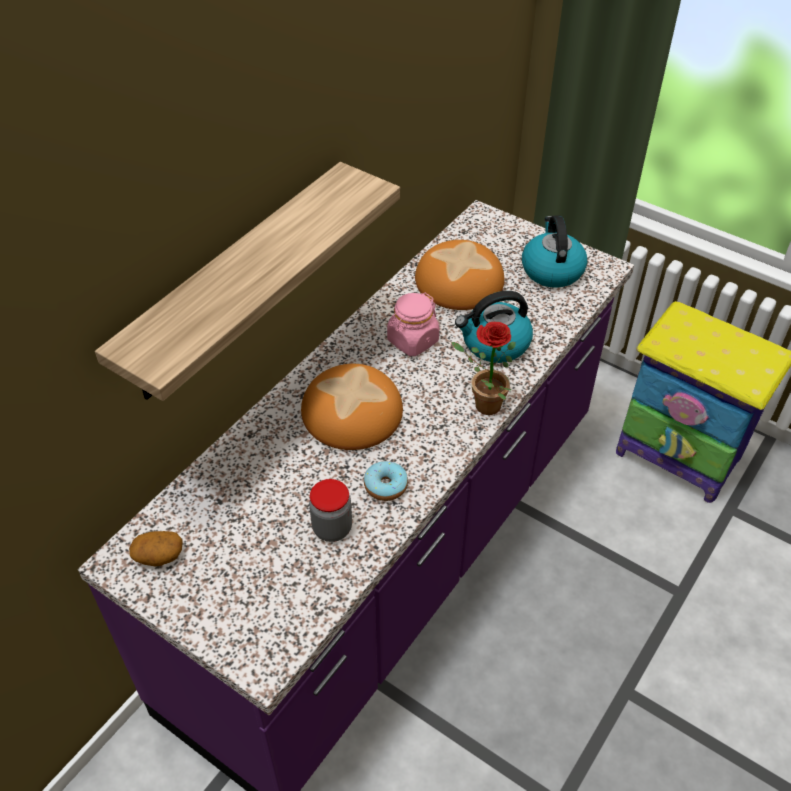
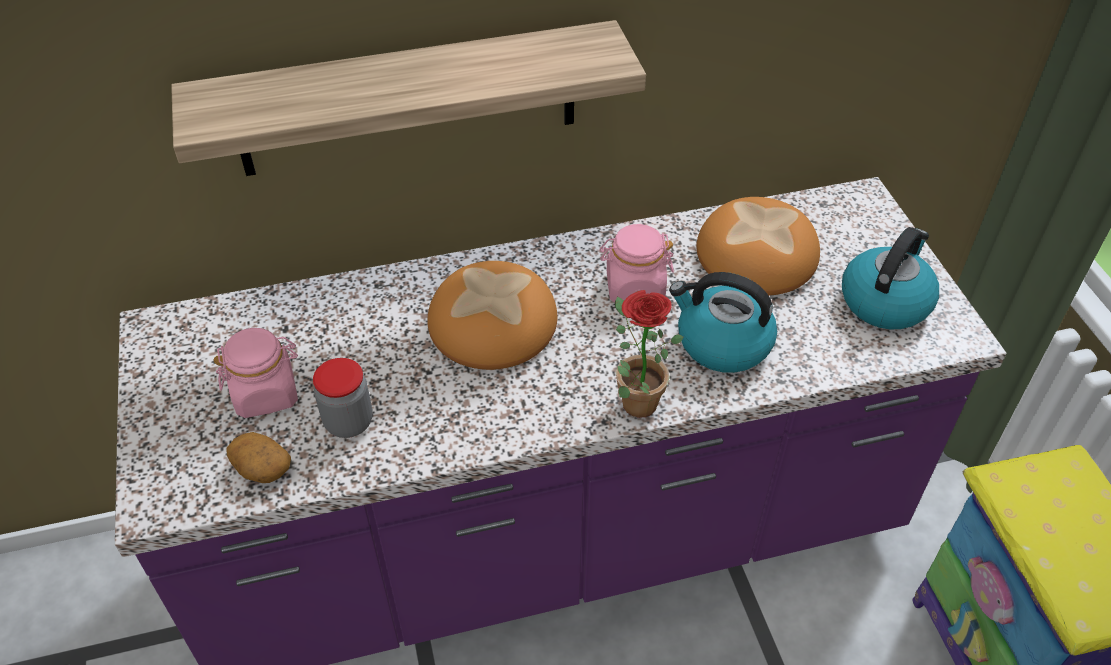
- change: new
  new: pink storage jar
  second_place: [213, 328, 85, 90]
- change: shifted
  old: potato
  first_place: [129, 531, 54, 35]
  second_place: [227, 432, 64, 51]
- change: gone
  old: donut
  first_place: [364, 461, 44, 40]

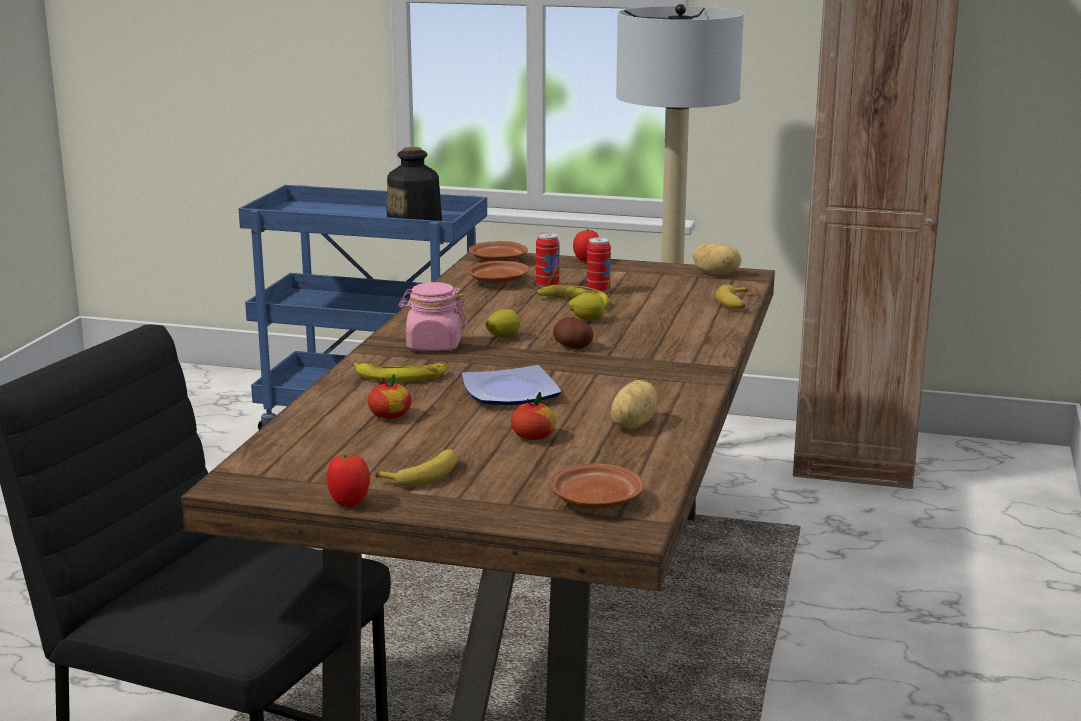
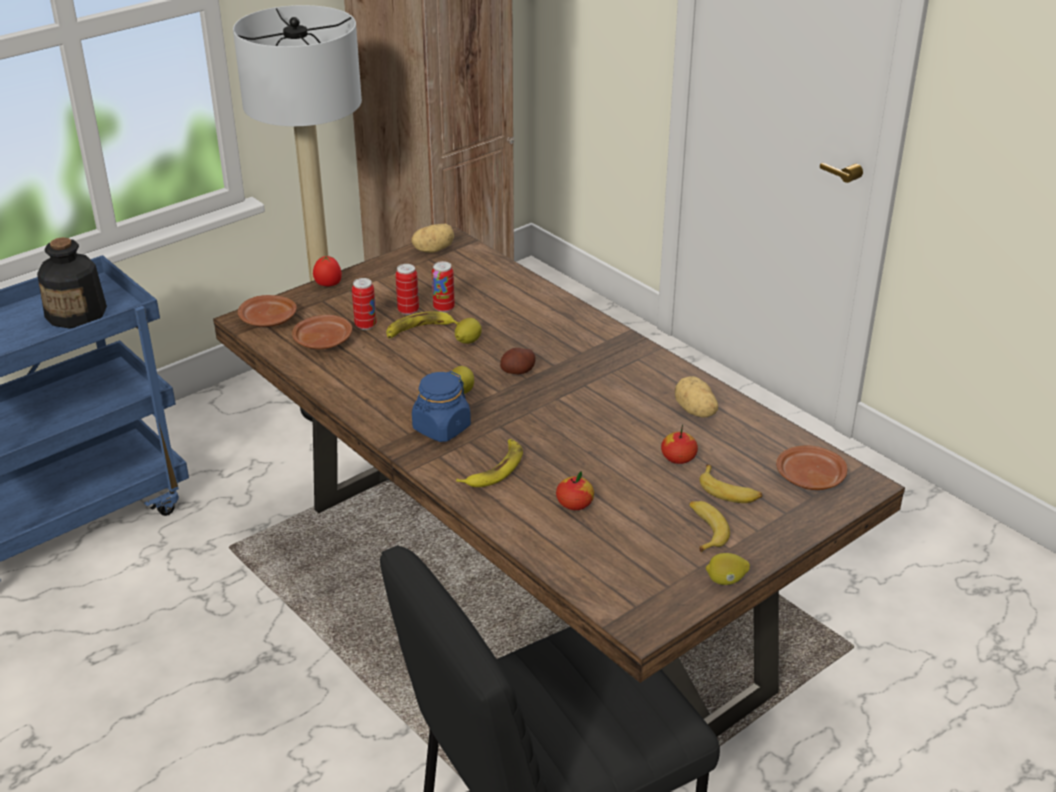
- change: repainted
  old: pink storage jar
  new: blue storage jar
  first_place: [399, 282, 68, 69]
  second_place: [412, 371, 59, 71]
- change: new
  new: sealed can
  second_place: [432, 261, 23, 52]
- change: shifted
  old: banana
  first_place: [716, 285, 32, 25]
  second_place: [700, 465, 62, 38]
- change: swapped
  old: tomato
  new: whole lemon
  first_place: [327, 455, 43, 52]
  second_place: [706, 553, 44, 32]
- change: gone
  old: flat dish
  first_place: [462, 365, 99, 40]

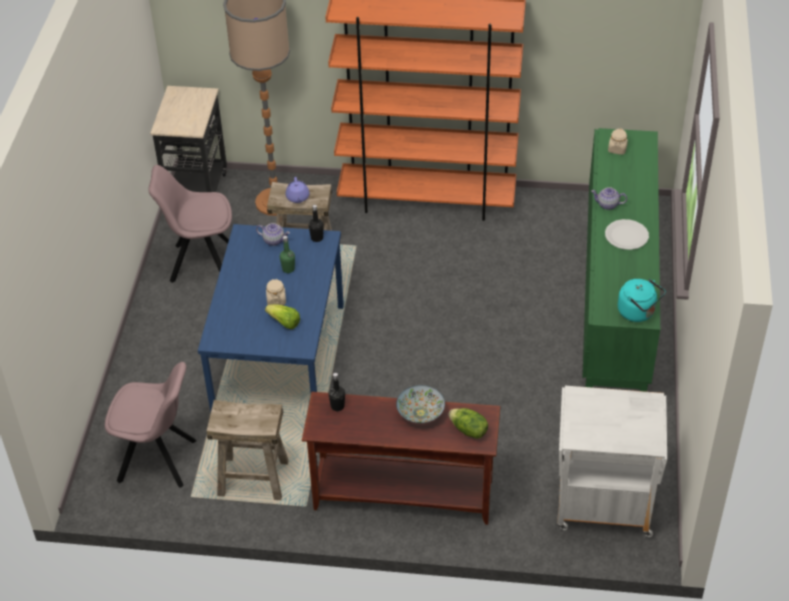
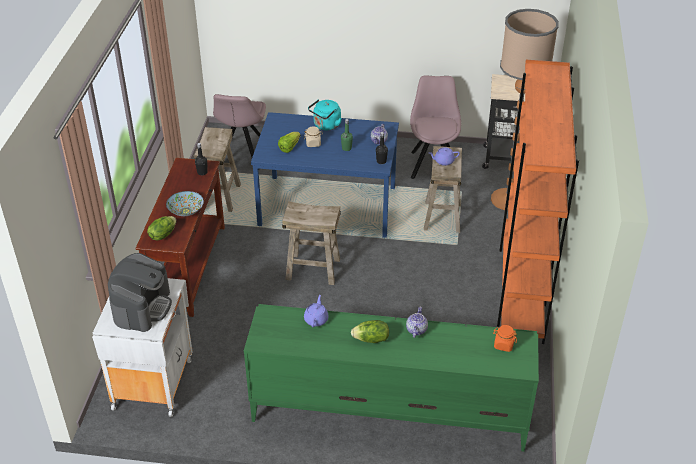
- change: new
  new: coffee brewer
  second_place: [108, 253, 64, 79]
- change: new
  new: beige stool
  second_place: [282, 201, 59, 84]
- change: new
  new: purple tea pot
  second_place: [304, 295, 25, 32]
- change: shifted
  old: turquoise water kettle
  first_place: [618, 279, 48, 43]
  second_place: [308, 99, 34, 32]
- change: swapped
  old: white-coloured flat dish
  new: lettuce
  first_place: [605, 219, 44, 31]
  second_place: [351, 320, 38, 23]
- change: repainted
  old: beige storage jar
  new: orangey storage jar
  first_place: [608, 128, 20, 27]
  second_place: [493, 325, 24, 27]

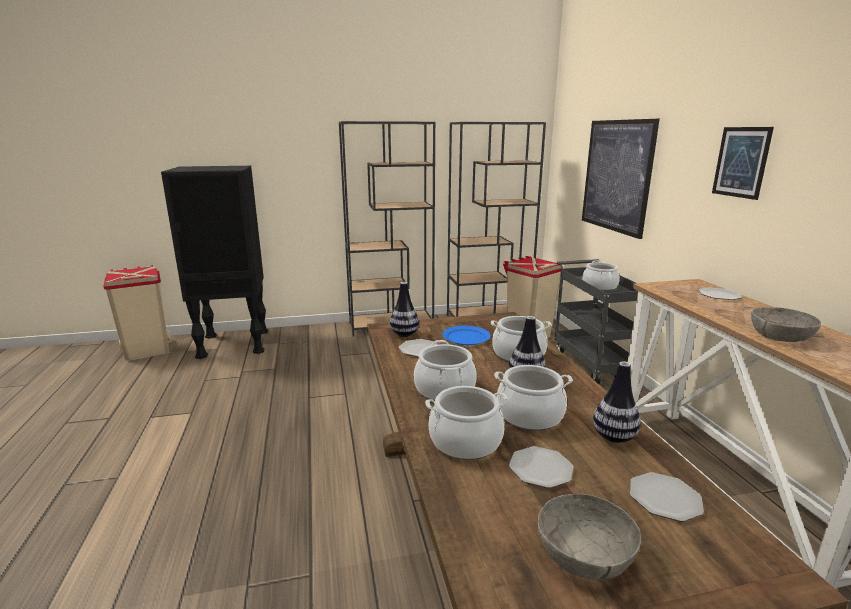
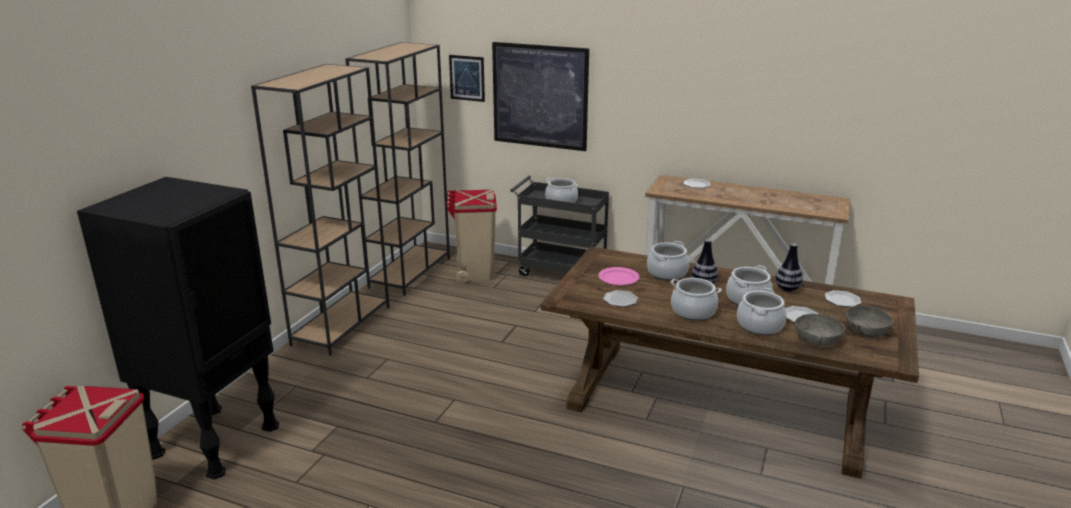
- change: shifted
  old: wall picture
  first_place: [712, 127, 62, 73]
  second_place: [449, 55, 36, 47]
- change: repainted
  old: blue flat dish
  new: pink flat dish
  first_place: [443, 326, 48, 19]
  second_place: [598, 267, 41, 18]
- change: shifted
  old: gray bowl
  first_place: [751, 307, 70, 35]
  second_place: [795, 314, 50, 32]
- change: gone
  old: flower vase
  first_place: [390, 282, 29, 55]

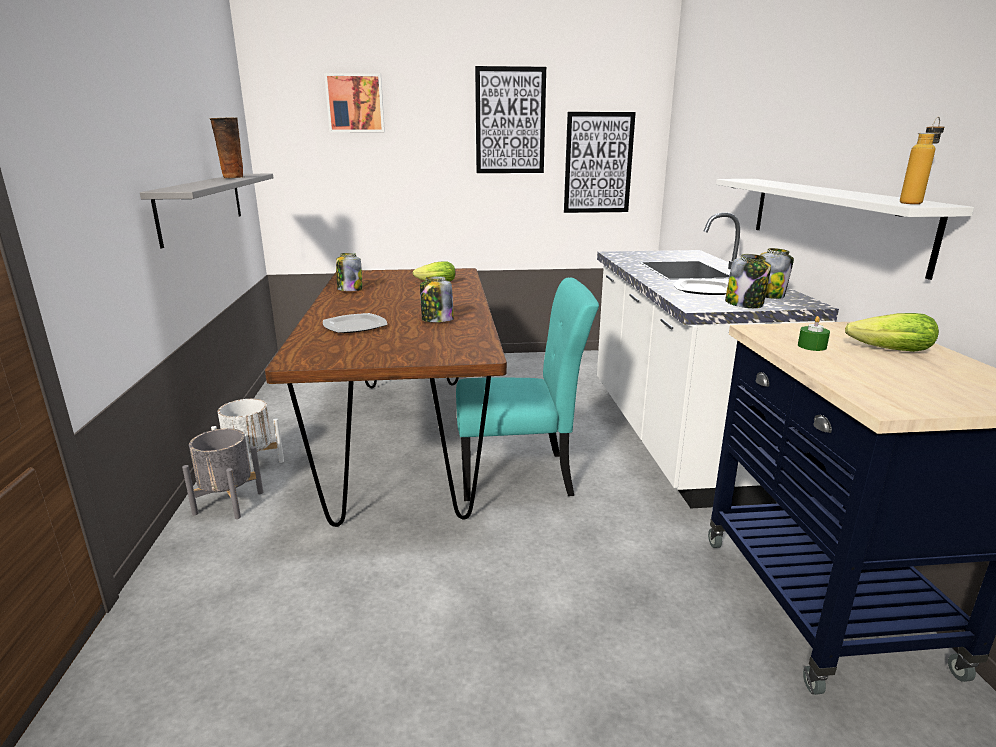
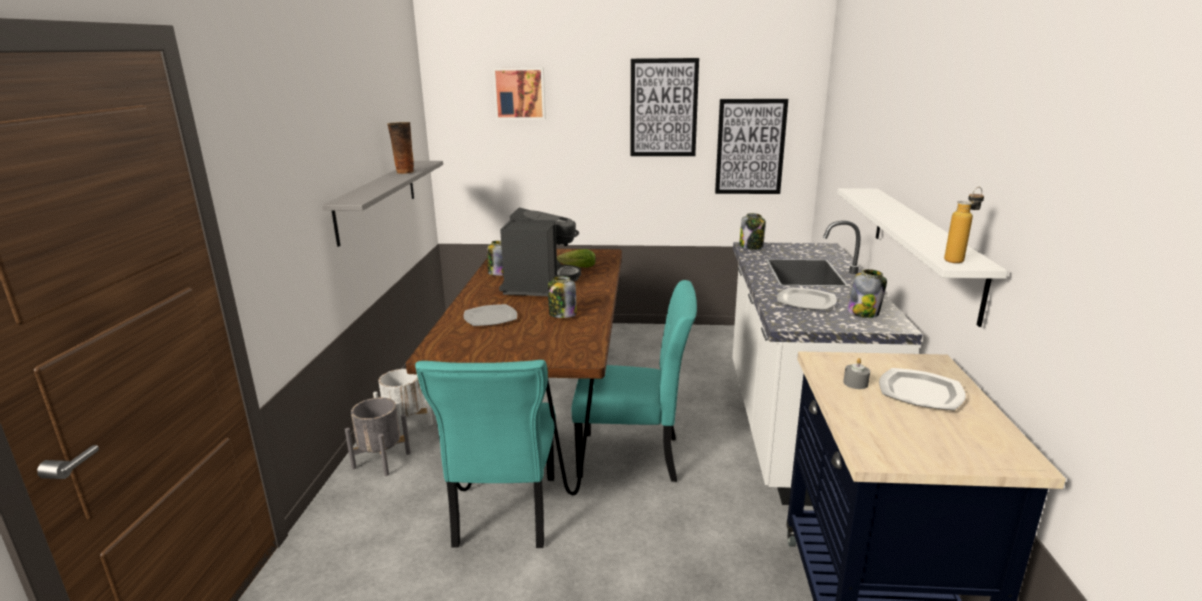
- change: new
  new: turquoise upright chair
  second_place: [415, 360, 141, 188]
- change: new
  new: coffee brewer
  second_place: [499, 208, 82, 88]
- change: shifted
  old: storage jar
  first_place: [725, 254, 46, 54]
  second_place: [739, 213, 27, 37]
- change: repainted
  old: greenish candle
  new: gray candle
  first_place: [798, 316, 32, 35]
  second_place: [843, 358, 27, 31]
- change: swapped
  old: lettuce
  new: flat dish
  first_place: [845, 313, 94, 39]
  second_place: [879, 368, 87, 42]

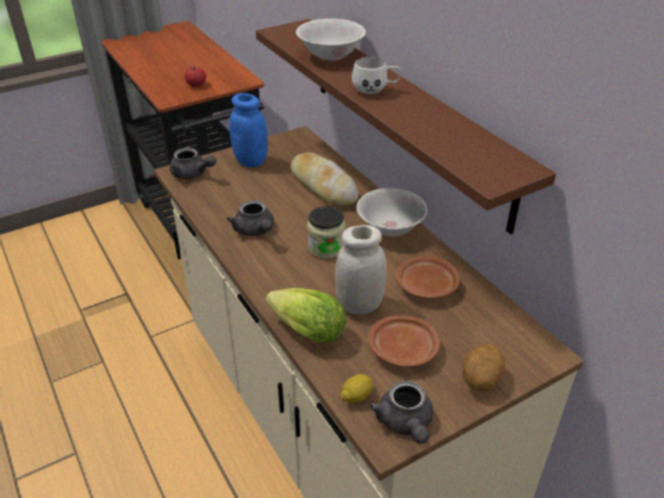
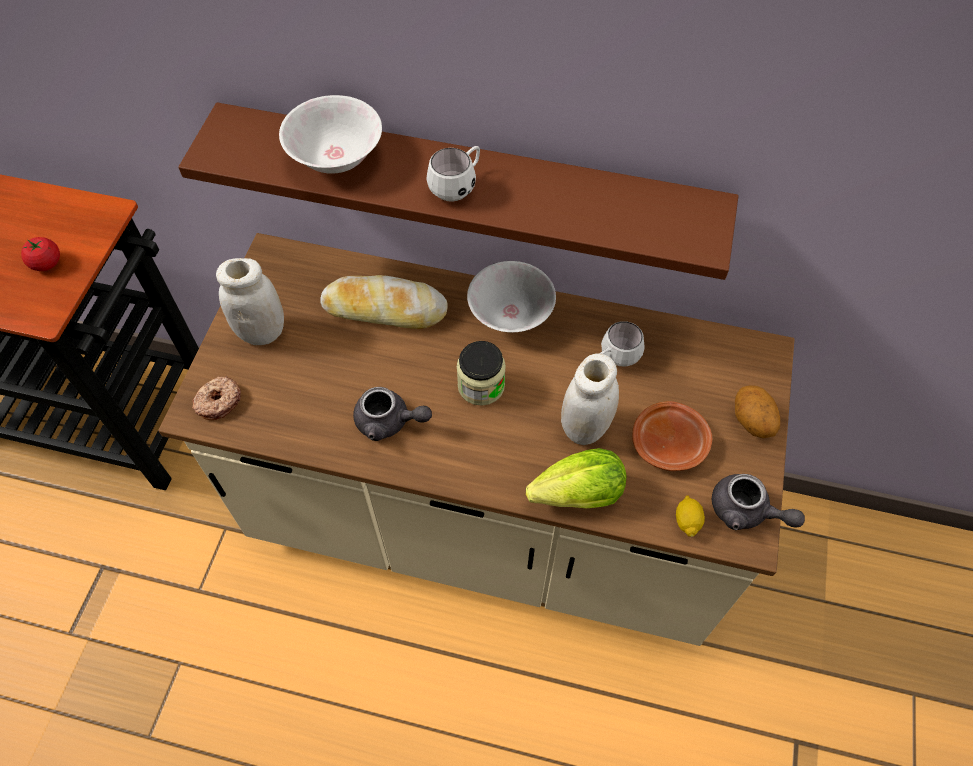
- change: swapped
  old: gray tea pot
  new: donut
  first_place: [170, 148, 47, 31]
  second_place: [192, 376, 49, 44]
- change: repainted
  old: blue storage jar
  new: white-coloured storage jar
  first_place: [229, 93, 39, 74]
  second_place: [216, 258, 68, 87]
- change: swapped
  old: brownish flat dish
  new: white-coloured coffee mug
  first_place: [396, 255, 64, 44]
  second_place: [600, 321, 44, 45]

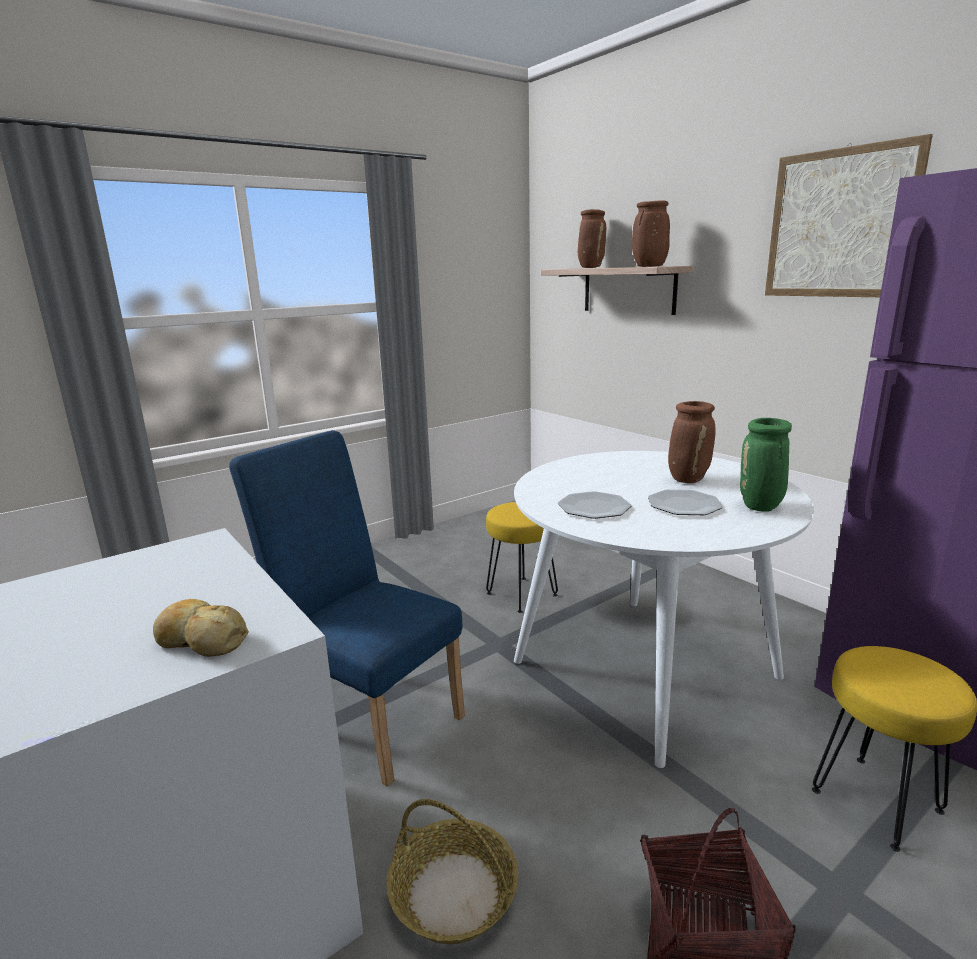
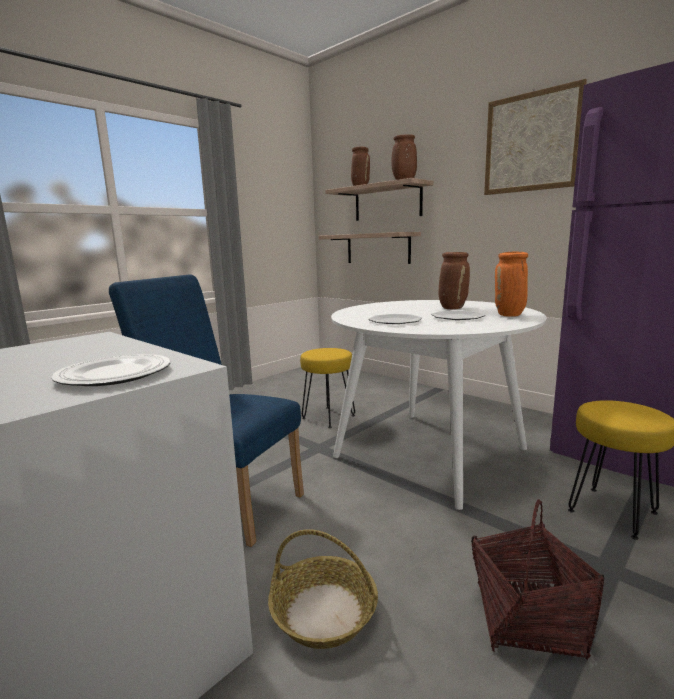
- change: swapped
  old: baked bread
  new: flat dish
  first_place: [153, 599, 96, 58]
  second_place: [51, 354, 120, 32]
- change: new
  new: wall shelf
  second_place: [318, 232, 103, 32]
- change: repainted
  old: greenish flower vase
  new: orangey flower vase
  first_place: [740, 418, 52, 94]
  second_place: [495, 252, 33, 65]

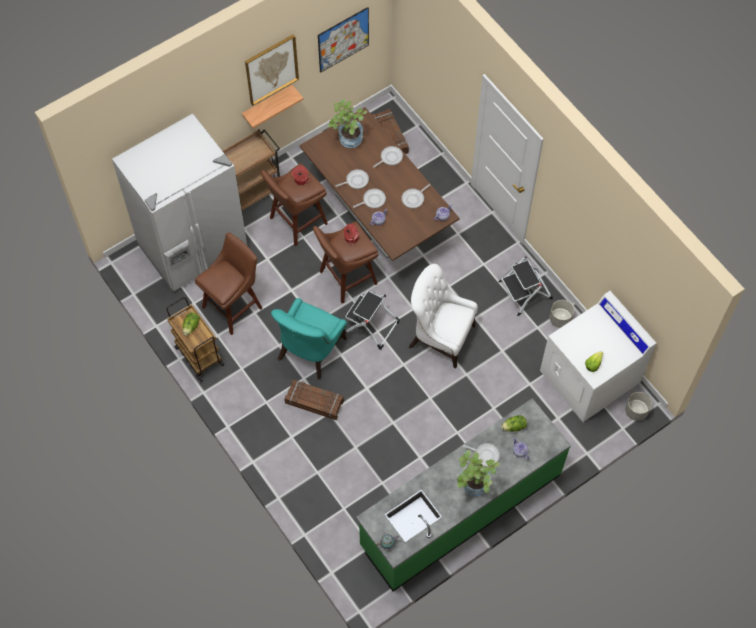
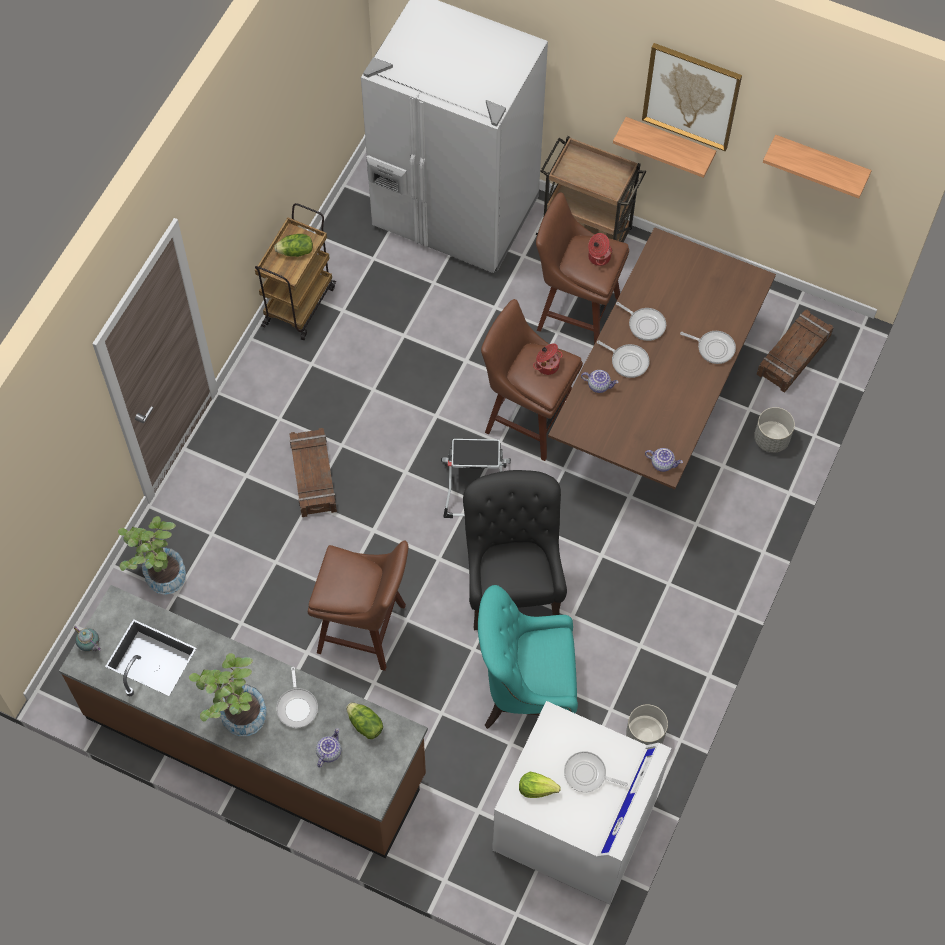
- change: repainted
  old: greenish counter
  new: brownish counter
  first_place: [356, 398, 215, 193]
  second_place: [59, 585, 369, 273]
- change: shifted
  old: potted plant
  first_place: [328, 99, 39, 49]
  second_place: [118, 516, 68, 79]
- change: shifted
  old: brownish stool
  first_place: [195, 232, 67, 103]
  second_place: [308, 541, 100, 130]
- change: repainted
  old: white-coloured upright chair
  new: blackish upright chair
  first_place: [409, 264, 69, 105]
  second_place: [463, 470, 104, 160]
- change: shifted
  old: turquoise upright chair
  first_place: [271, 298, 76, 82]
  second_place: [478, 585, 100, 144]
- change: shifted
  old: skillet
  first_place: [401, 184, 30, 25]
  second_place: [564, 751, 64, 41]
- change: shifted
  old: gray flower pot
  first_place: [625, 392, 27, 29]
  second_place: [754, 407, 41, 46]
- change: swapped
  old: wall picture
  new: wall shelf
  first_place: [318, 7, 51, 66]
  second_place: [763, 135, 109, 64]
- change: gone
  old: stepladder
  first_place: [499, 256, 55, 60]

